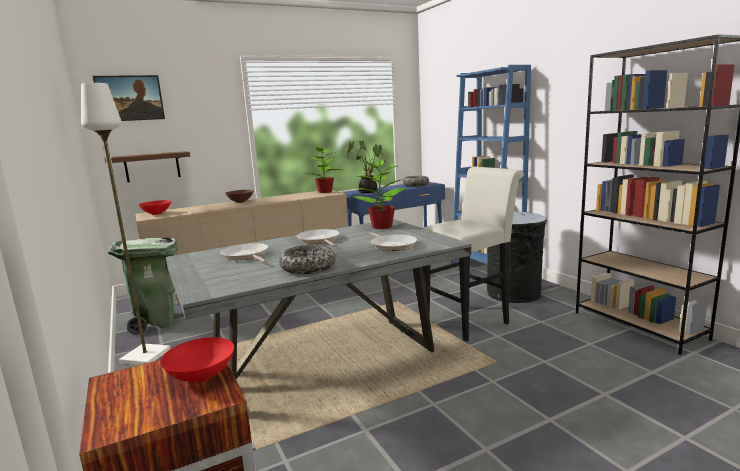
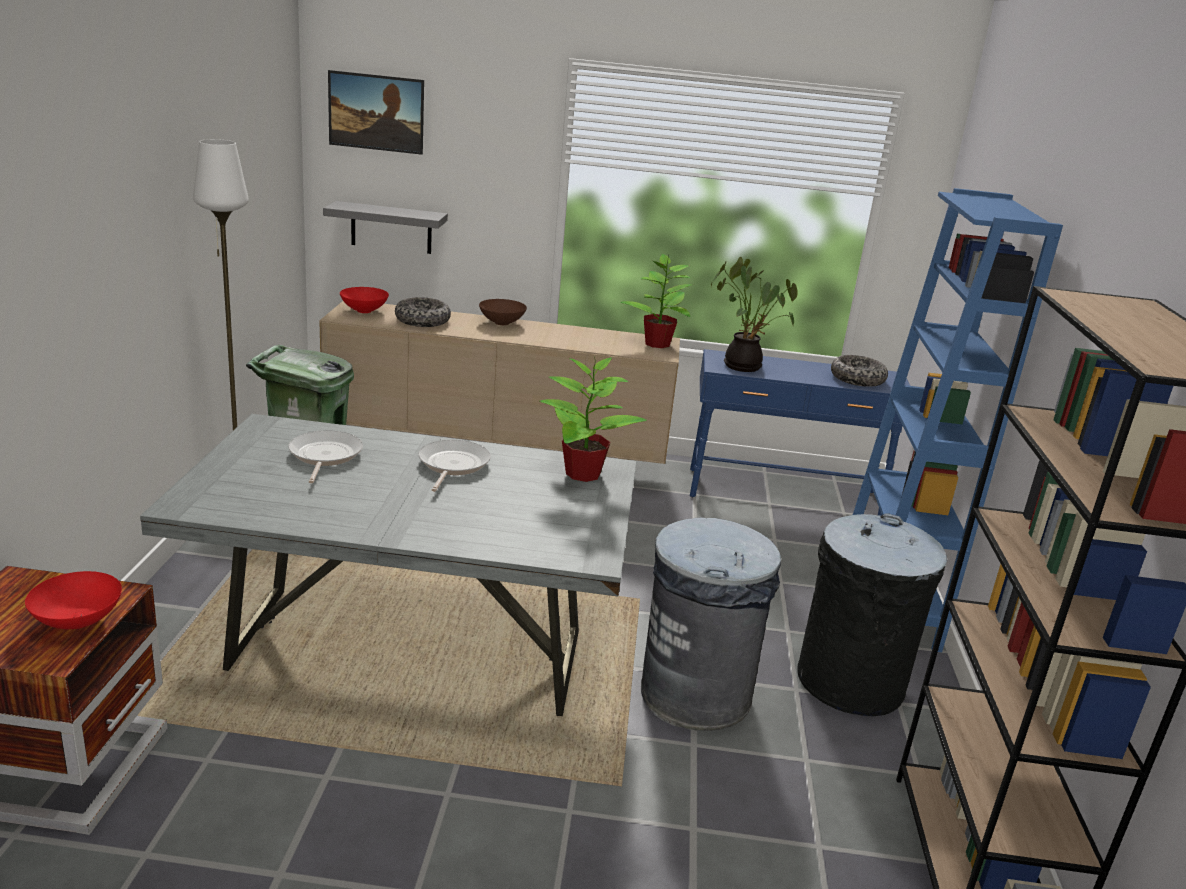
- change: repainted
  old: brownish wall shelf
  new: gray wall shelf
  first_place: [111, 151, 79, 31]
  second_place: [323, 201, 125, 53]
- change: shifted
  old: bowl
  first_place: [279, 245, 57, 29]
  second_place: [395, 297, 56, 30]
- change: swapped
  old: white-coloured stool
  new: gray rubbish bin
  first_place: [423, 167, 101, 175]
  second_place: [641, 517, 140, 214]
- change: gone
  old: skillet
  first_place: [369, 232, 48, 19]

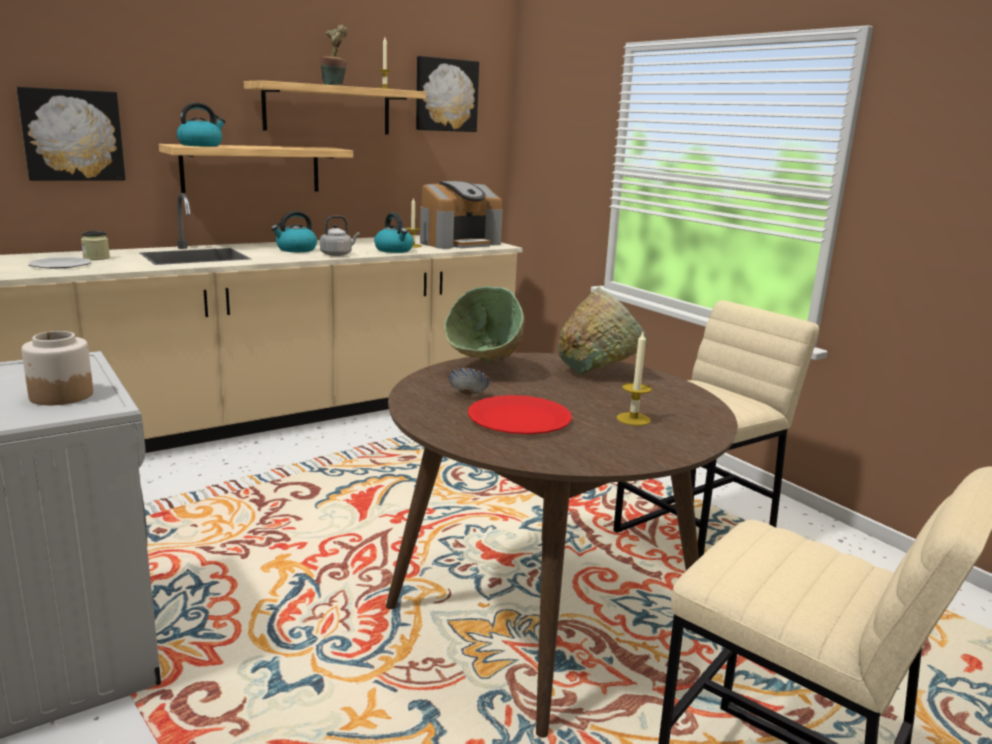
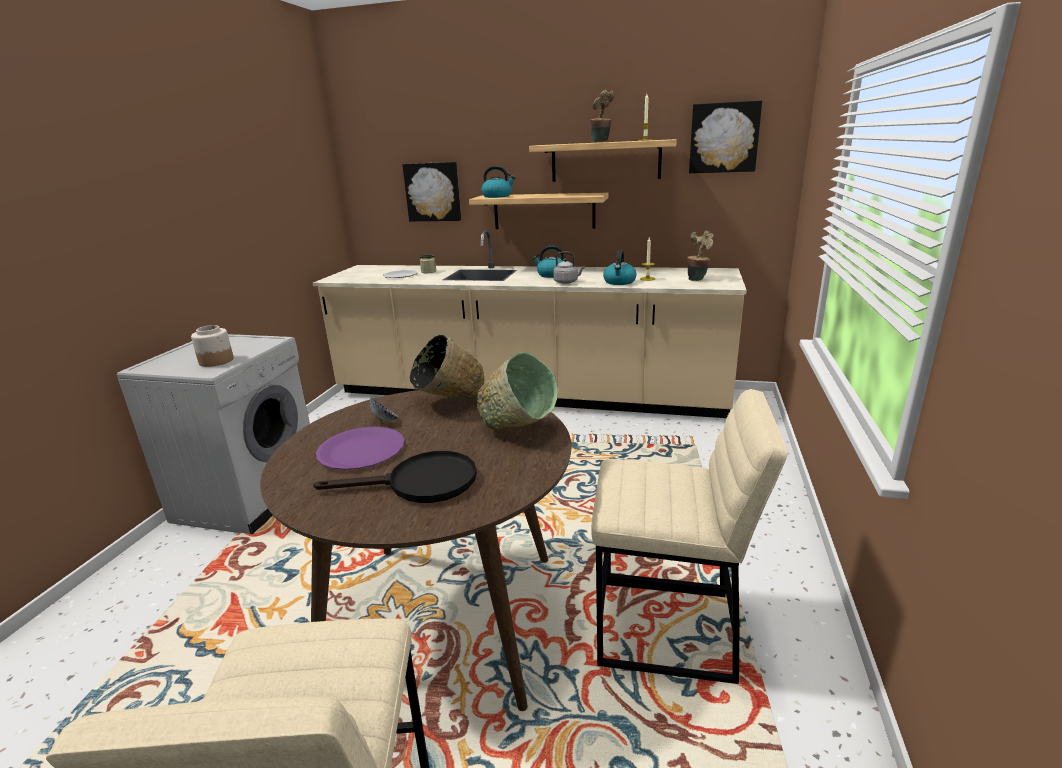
- change: swapped
  old: candle
  new: blackish skillet
  first_place: [616, 332, 36, 94]
  second_place: [313, 451, 164, 52]
- change: repainted
  old: reddish flat dish
  new: purple flat dish
  first_place: [468, 395, 104, 39]
  second_place: [316, 427, 88, 43]
- change: repainted
  old: greenish bowl
  new: blackish bowl
  first_place: [444, 286, 81, 77]
  second_place: [410, 335, 74, 63]
- change: swapped
  old: coffee brewer
  new: potted plant
  first_place: [420, 181, 83, 68]
  second_place: [687, 230, 27, 51]

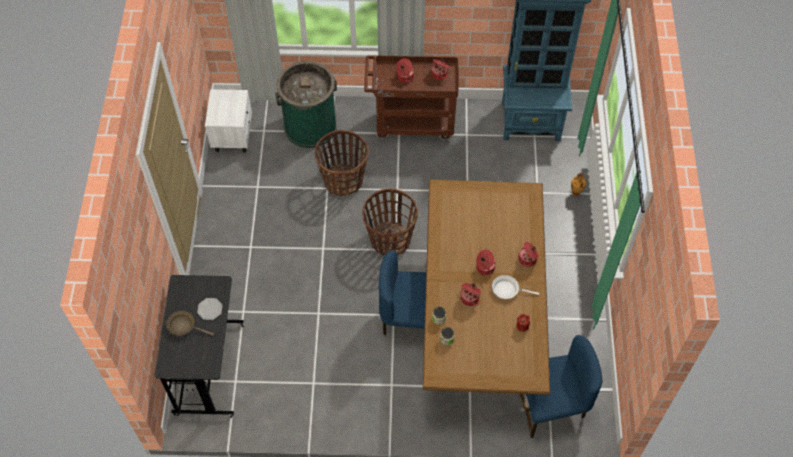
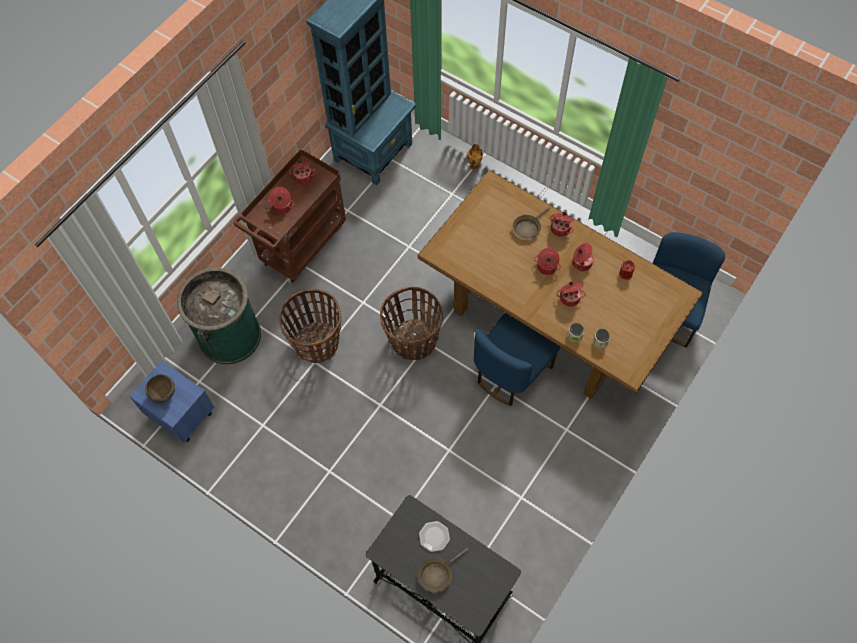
- change: repainted
  old: white-coloured night table
  new: blue night table
  first_place: [205, 89, 47, 64]
  second_place: [129, 361, 85, 82]
- change: new
  new: brownish bowl
  second_place: [145, 375, 30, 28]
- change: new
  new: brownish skillet
  second_place: [513, 206, 38, 33]
- change: swapped
  old: white-coloured skillet
  new: stockpot
  first_place: [492, 275, 47, 24]
  second_place: [572, 243, 22, 28]

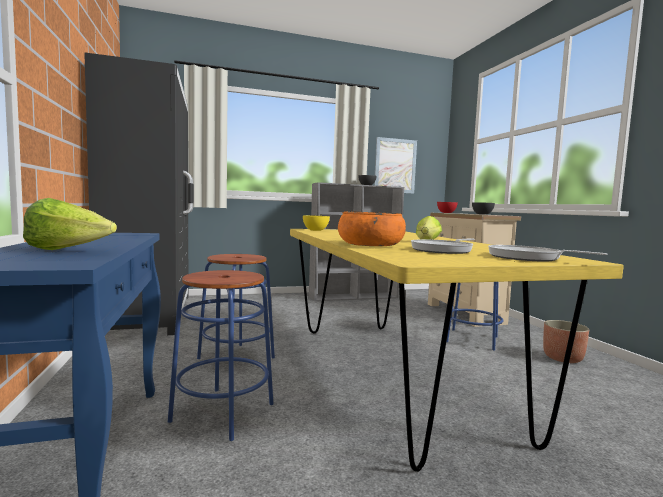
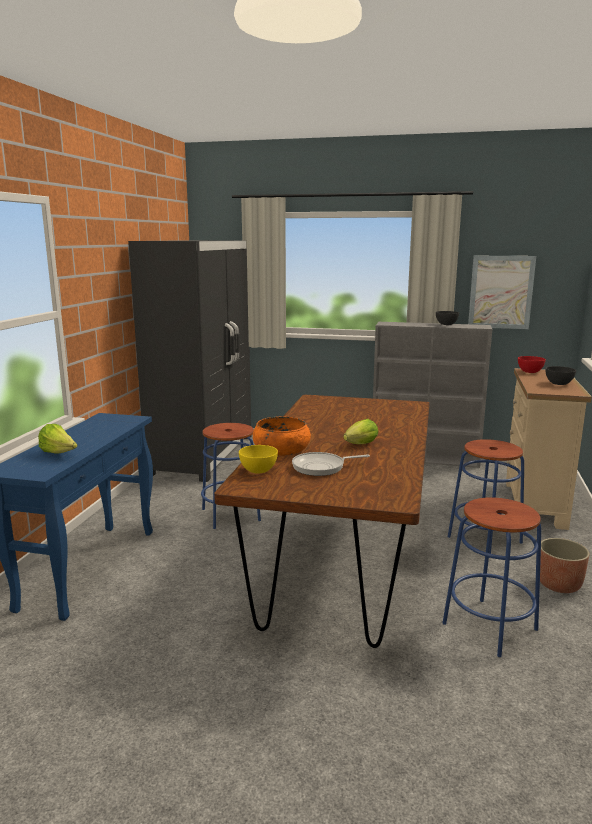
- change: repainted
  old: yellow dinner table
  new: brownish dinner table
  first_place: [290, 229, 334, 243]
  second_place: [214, 395, 216, 253]
- change: shifted
  old: yellow bowl
  first_place: [303, 215, 27, 16]
  second_place: [239, 445, 39, 29]
- change: shifted
  old: blue stool
  first_place: [168, 270, 105, 171]
  second_place: [442, 497, 99, 160]
- change: gone
  old: skillet
  first_place: [488, 245, 119, 17]

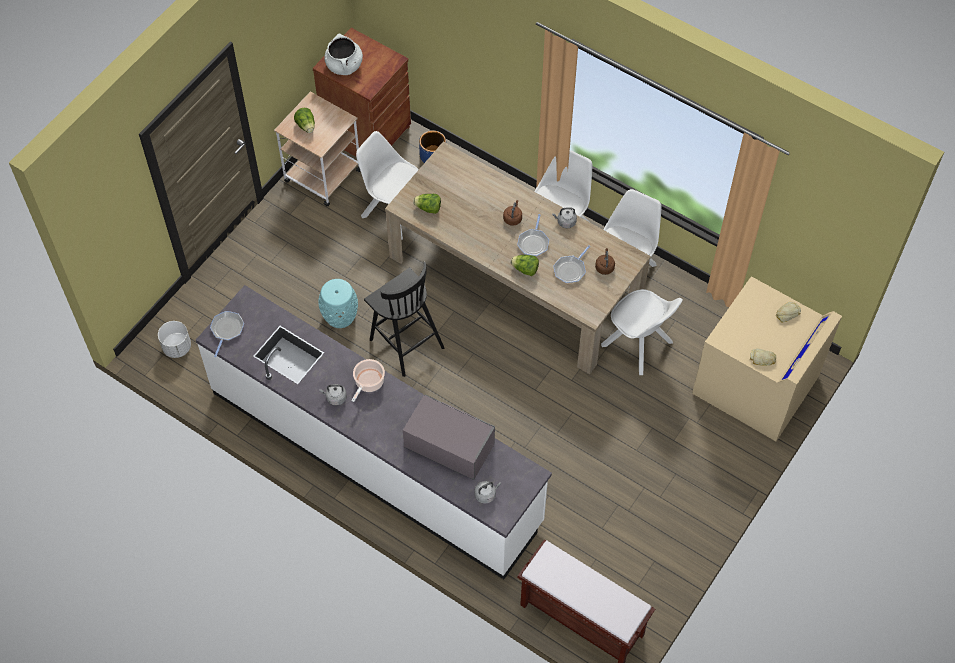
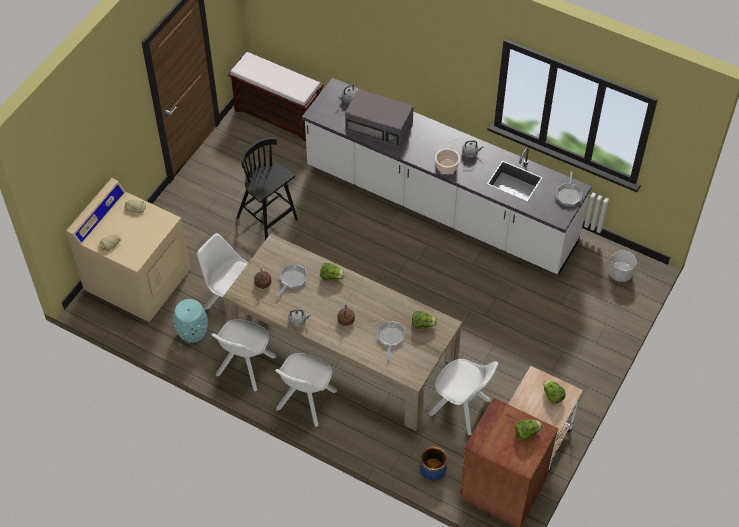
- change: shifted
  old: turquoise stool
  first_place: [319, 279, 39, 49]
  second_place: [173, 299, 35, 44]
- change: shifted
  old: blackish stool
  first_place: [364, 262, 80, 115]
  second_place: [236, 138, 62, 102]
- change: shifted
  old: skillet
  first_place: [517, 214, 32, 42]
  second_place: [377, 321, 28, 40]
- change: swapped
  old: white-coloured stockpot
  new: lettuce
  first_place: [324, 33, 39, 42]
  second_place: [515, 420, 27, 20]

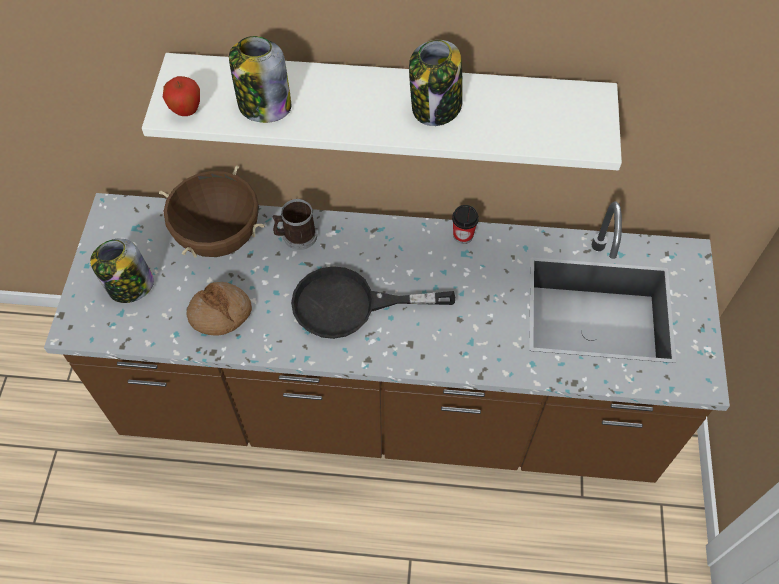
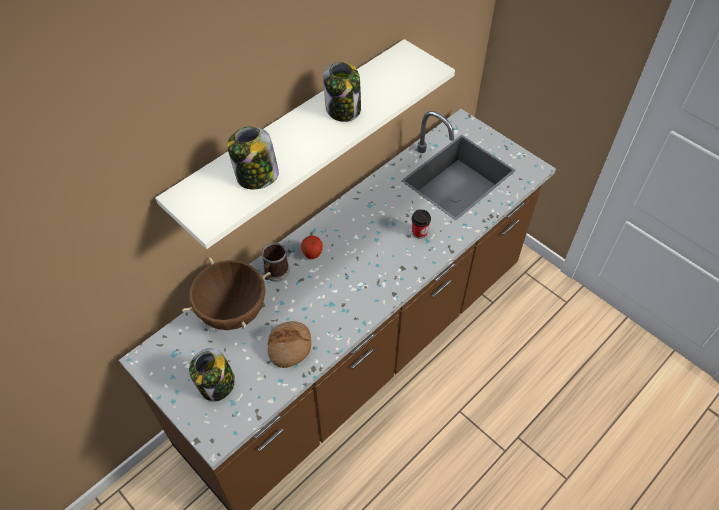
- change: shifted
  old: apple
  first_place: [163, 76, 37, 40]
  second_place: [301, 235, 22, 24]
- change: shifted
  old: drinking cup
  first_place: [452, 205, 27, 39]
  second_place: [412, 209, 19, 30]
- change: gone
  old: blackish skillet
  first_place: [291, 266, 164, 73]

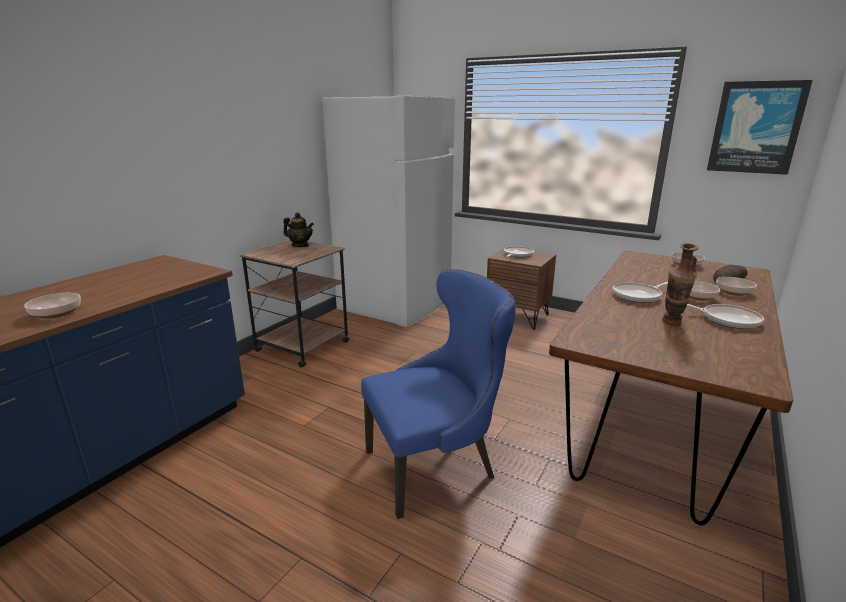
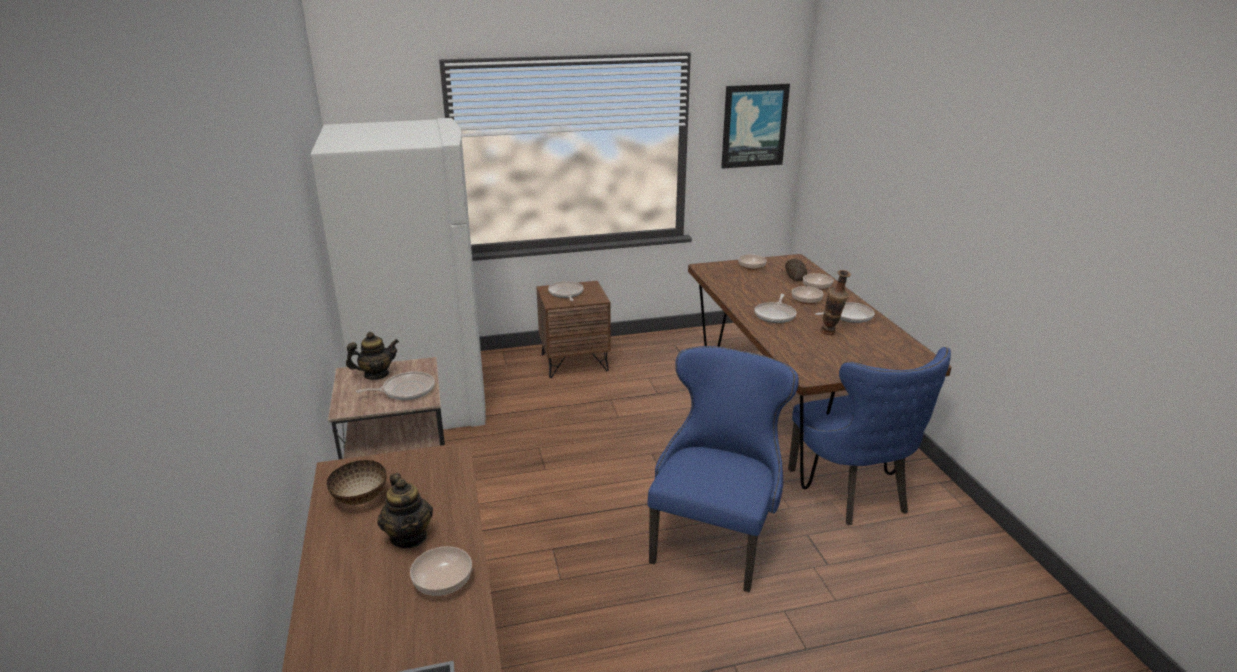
- change: new
  new: bowl
  second_place: [326, 460, 61, 45]
- change: new
  new: skillet
  second_place: [355, 371, 80, 29]
- change: new
  new: tea pot
  second_place: [377, 473, 56, 75]
- change: new
  new: blue upright chair
  second_place: [788, 347, 163, 178]

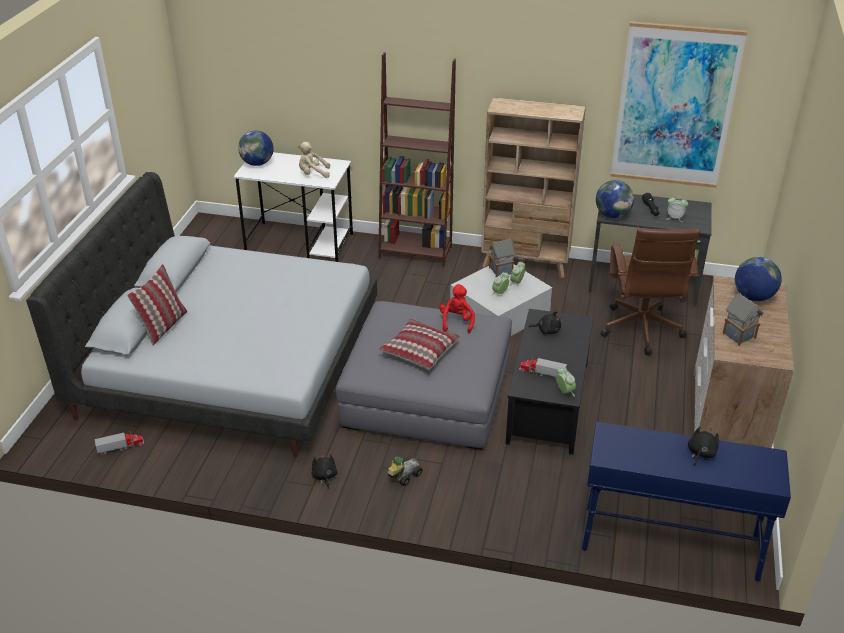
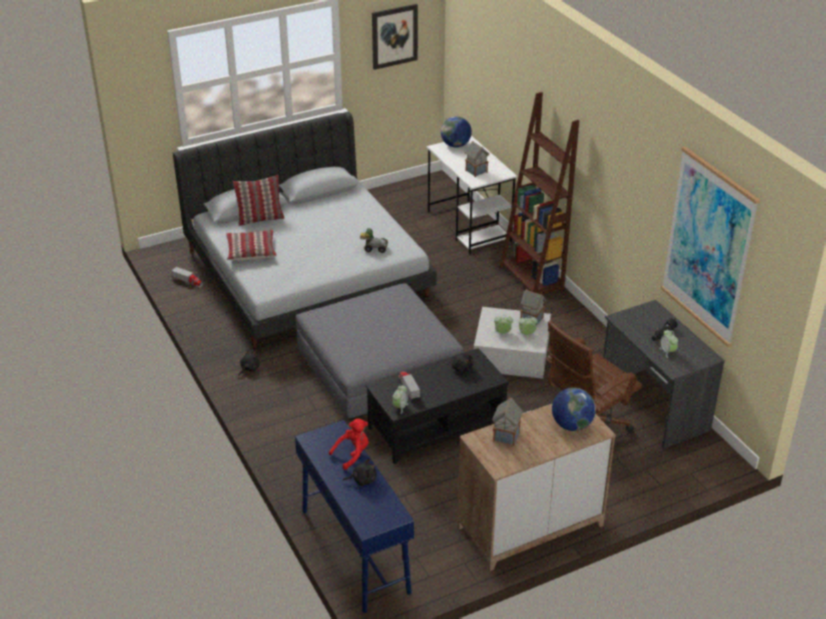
- change: shifted
  old: cushion
  first_place: [379, 319, 81, 51]
  second_place: [226, 230, 51, 31]
- change: shifted
  old: reddish cuddly toy
  first_place: [439, 284, 36, 50]
  second_place: [329, 419, 40, 51]
- change: shifted
  old: model car
  first_place: [388, 456, 35, 30]
  second_place: [360, 228, 28, 25]
- change: new
  new: wall picture
  second_place: [372, 4, 46, 66]
- change: swapped
  old: beige cuddly toy
  new: model house
  first_place: [298, 142, 32, 36]
  second_place: [465, 141, 24, 36]
- change: gone
  old: beige bookshelf
  first_place: [481, 97, 105, 181]
- change: gone
  old: desk globe
  first_place: [596, 180, 38, 38]

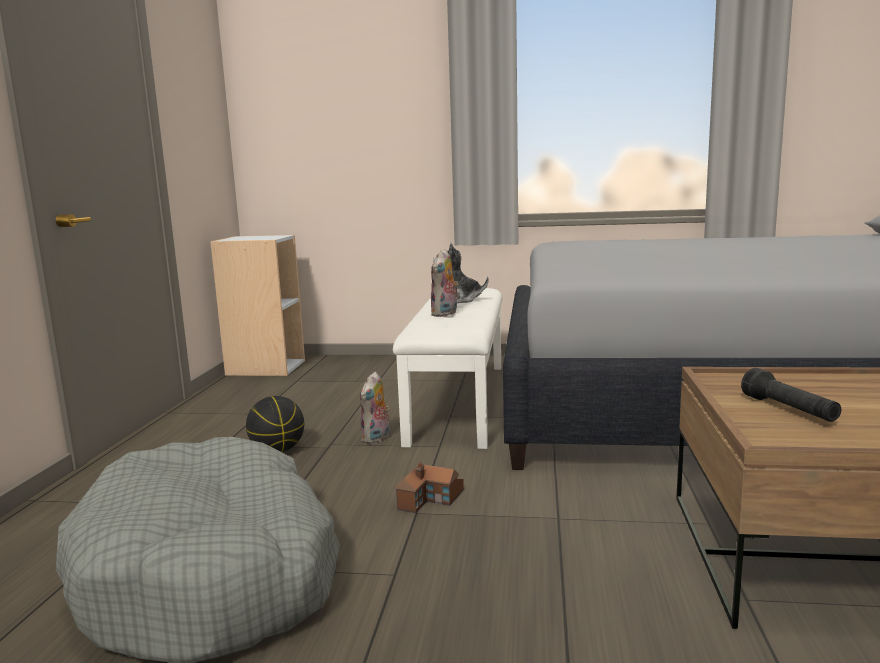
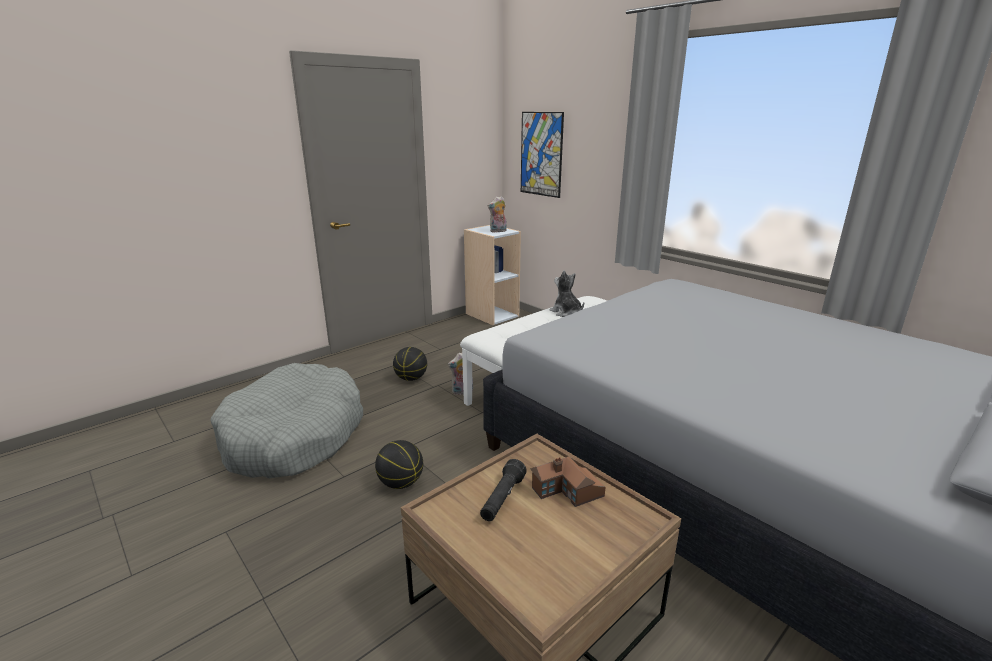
- change: new
  new: basketball ball
  second_place: [375, 440, 48, 49]
- change: shifted
  old: cuddly toy
  first_place: [431, 249, 28, 68]
  second_place: [487, 196, 20, 37]
- change: new
  new: wall picture
  second_place: [521, 112, 43, 86]
- change: shifted
  old: model house
  first_place: [394, 463, 70, 50]
  second_place: [530, 457, 75, 50]

